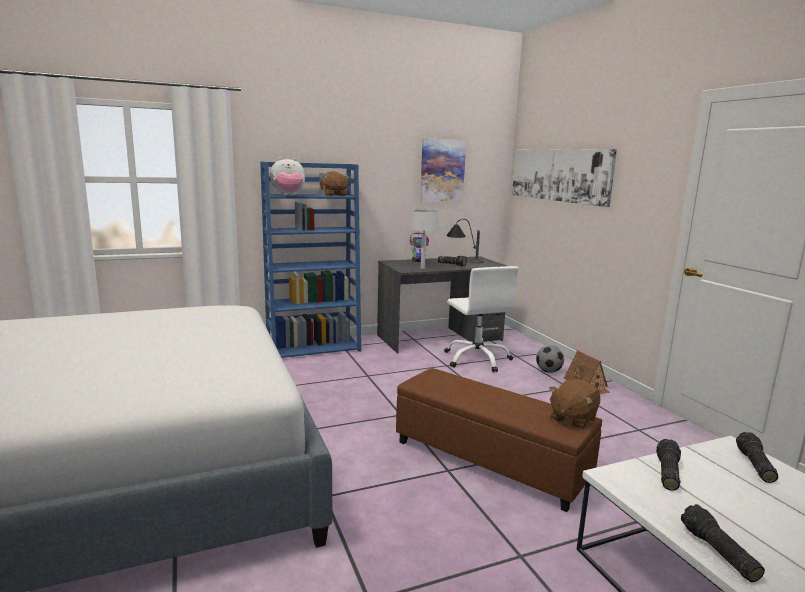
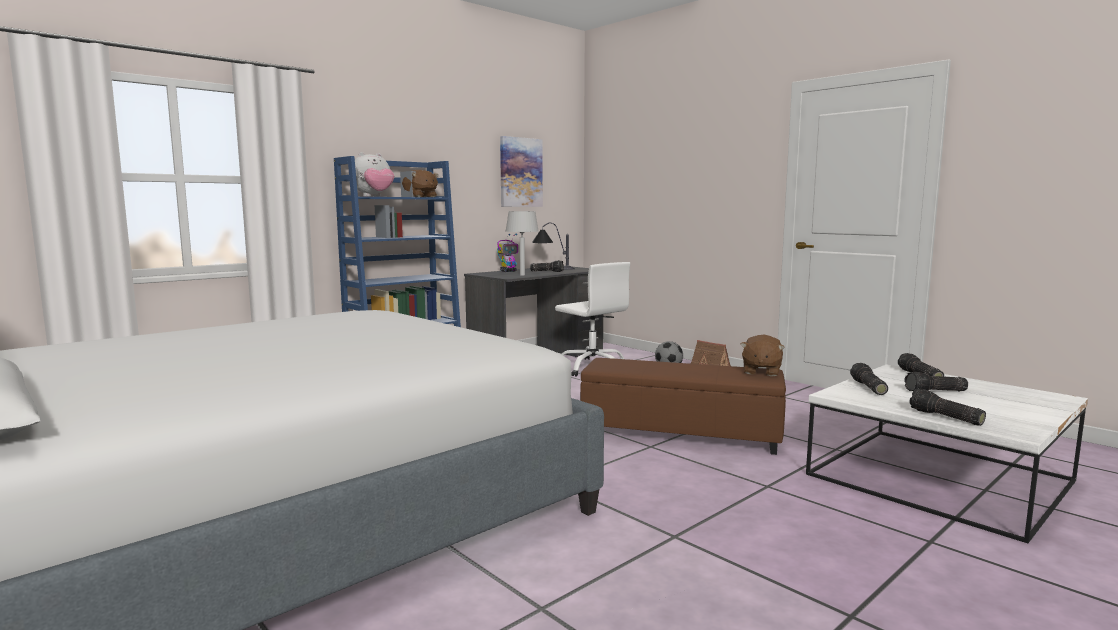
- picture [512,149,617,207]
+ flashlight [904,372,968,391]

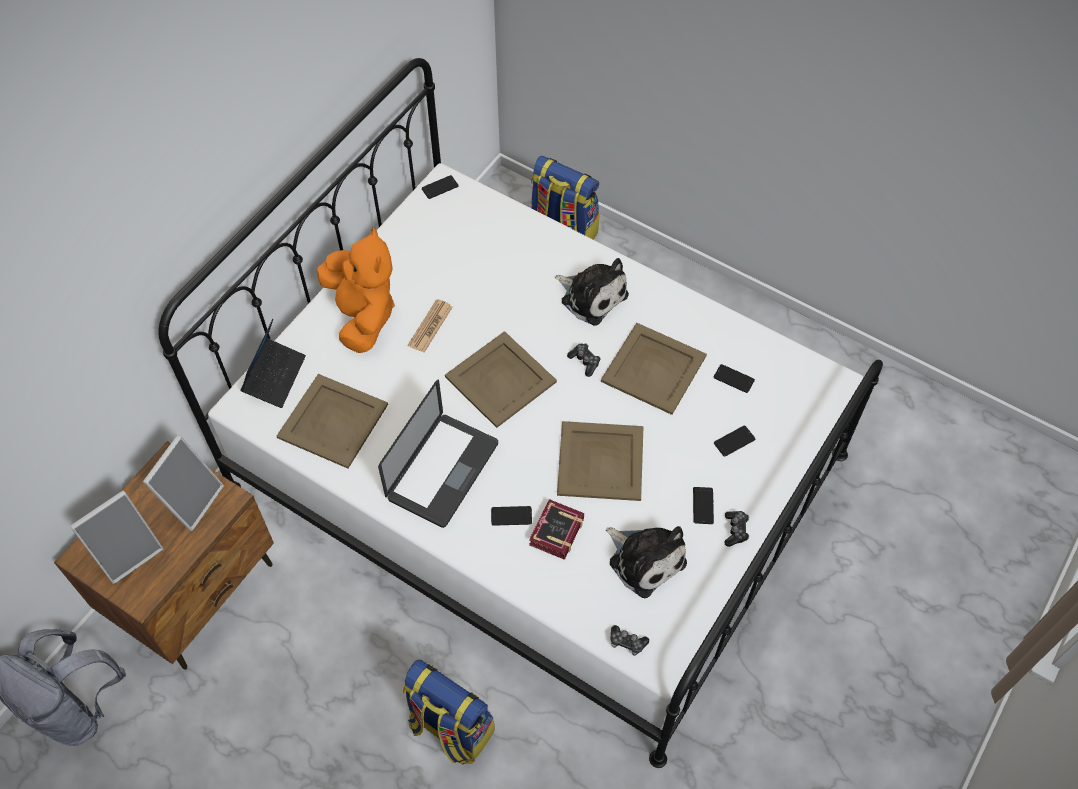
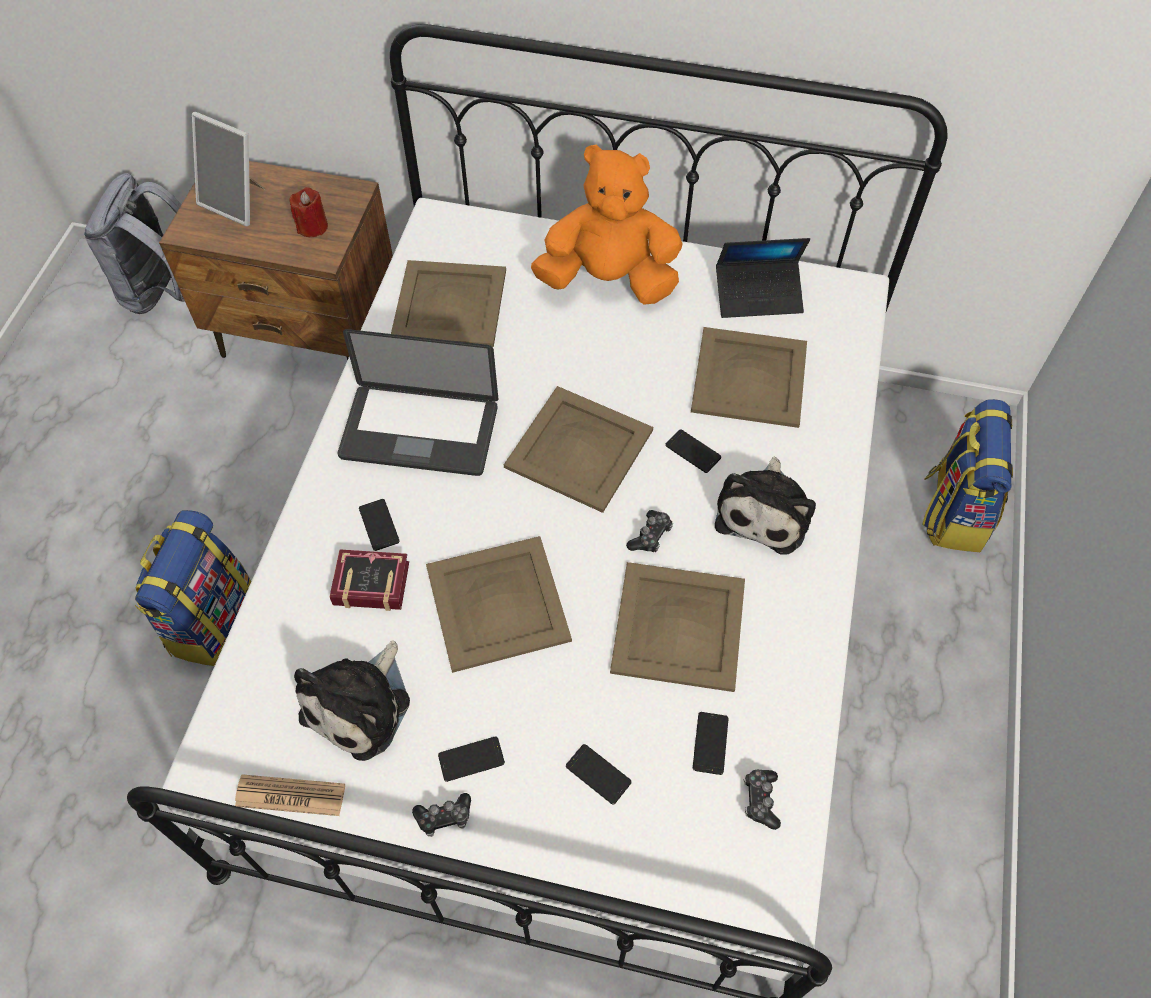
~ phone [422,175,459,199] to [665,429,721,473]
~ orange plush toy [317,226,395,353] = [531,145,683,305] 135 degrees counterclockwise
~ newspaper [408,299,453,353] to [235,774,345,816]
~ laptop [240,319,306,408] to [716,238,810,318]
~ picture frame [143,435,224,531] to red candle [290,187,328,237]
~ game controller [610,625,649,656] to [743,770,781,830]
+ beige tray [691,327,807,428]

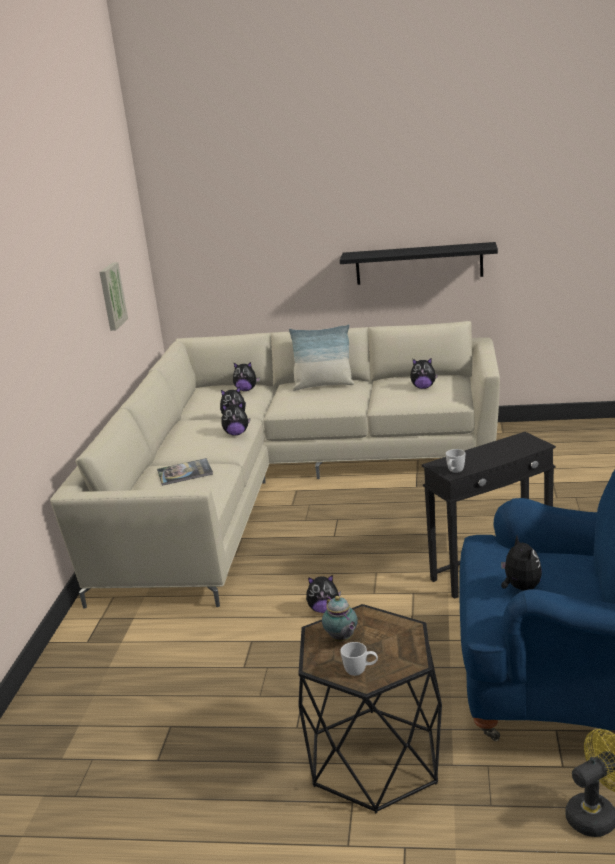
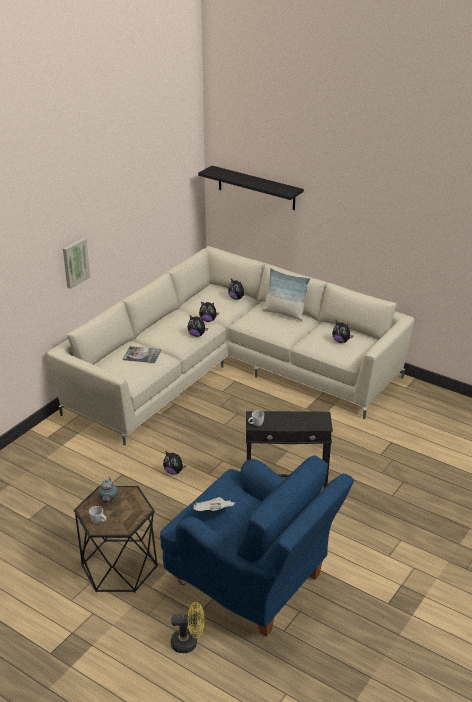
~ black shelf [340,242,498,285] to [198,166,304,210]
~ picture [99,262,128,331] to [63,238,90,289]
~ plush toy [501,536,542,591] to newspaper [193,497,235,511]

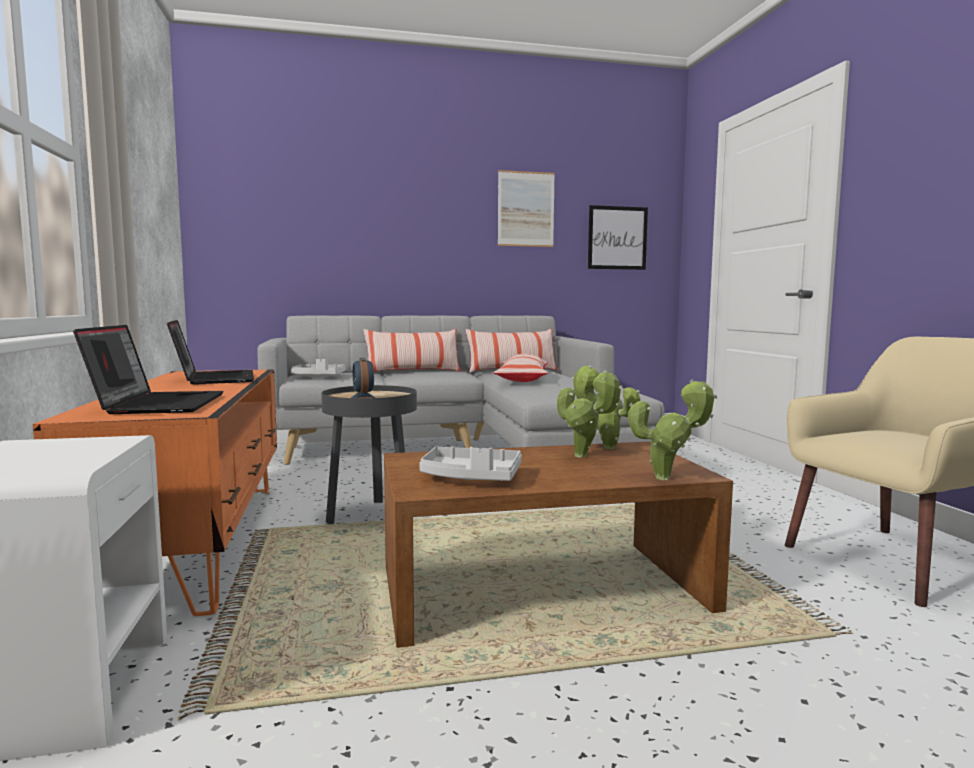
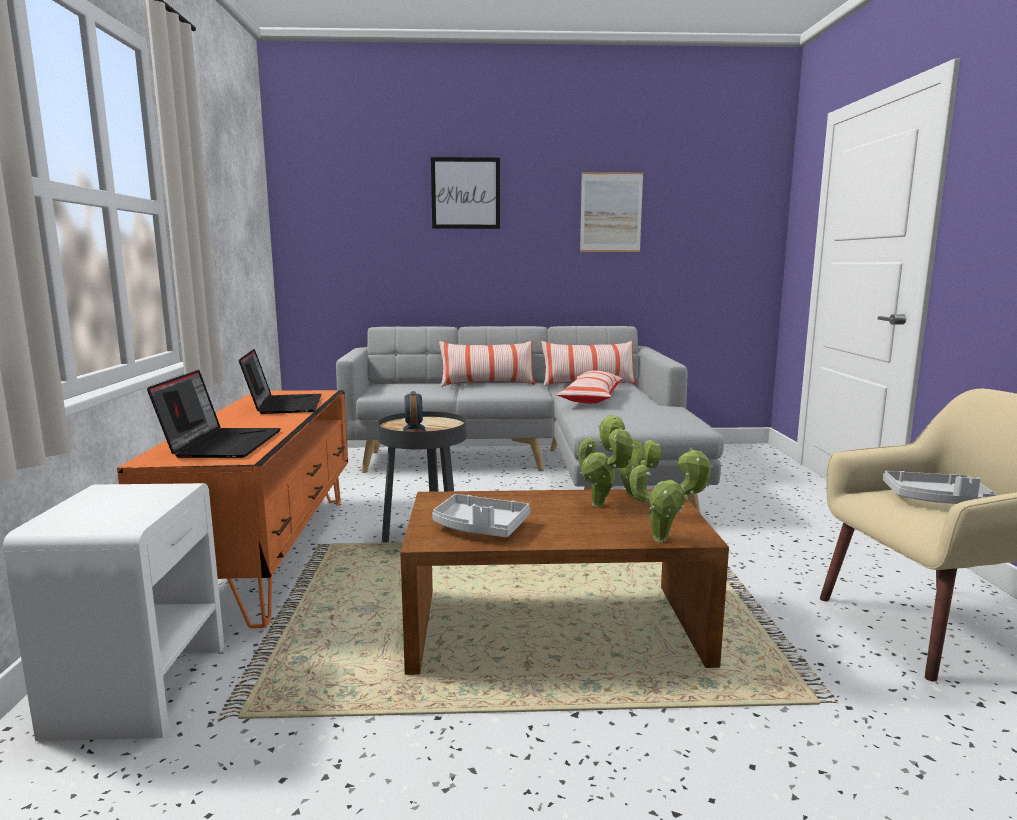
~ picture [588,205,648,270] to [431,157,500,229]
~ grey tray [291,359,346,377] to [883,471,997,504]

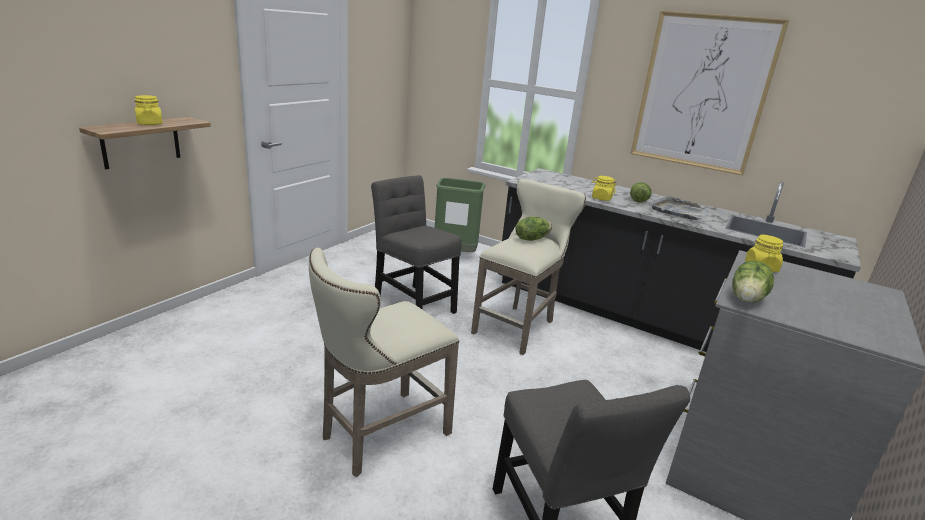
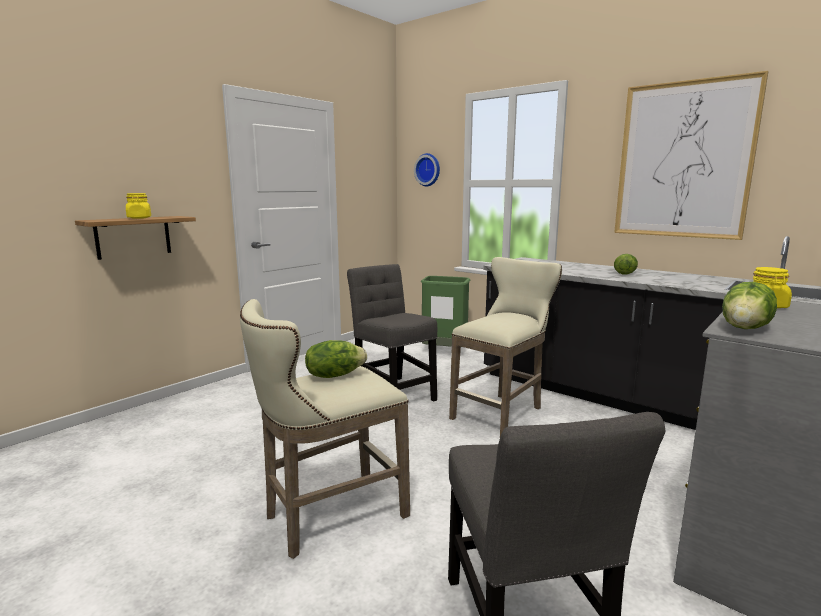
- yellow jar [592,176,616,201]
- grey tray [650,196,710,220]
~ lettuce [516,217,552,241] to [305,340,367,378]
+ wall clock [414,153,440,186]

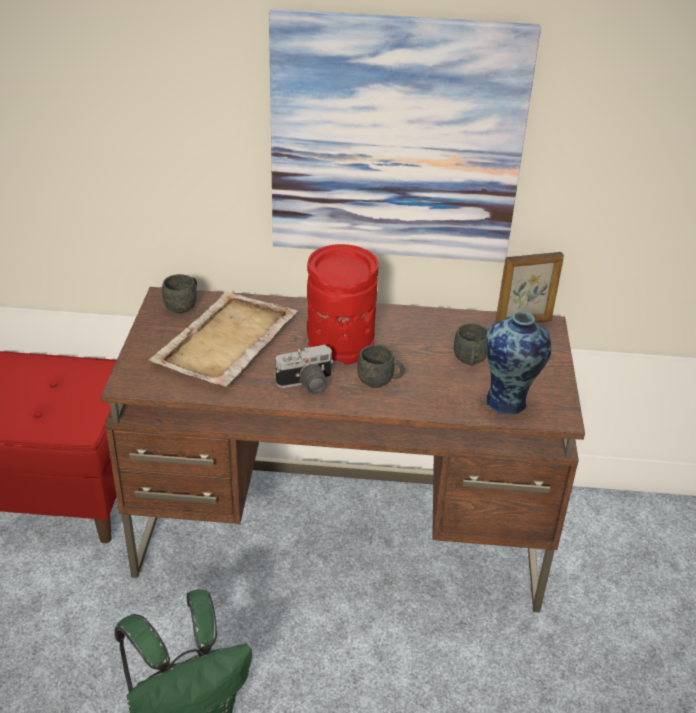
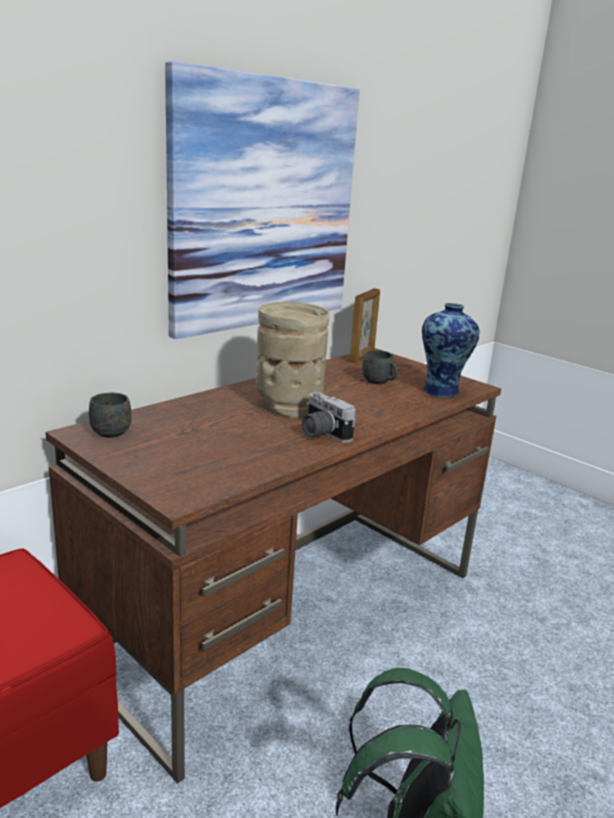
~ red vase [307,244,379,365] to beige vase [256,302,329,418]
- beige tray [148,291,298,387]
~ photo camera [276,345,334,394] = [302,392,356,443] 120 degrees clockwise
- grey mug [357,345,405,388]

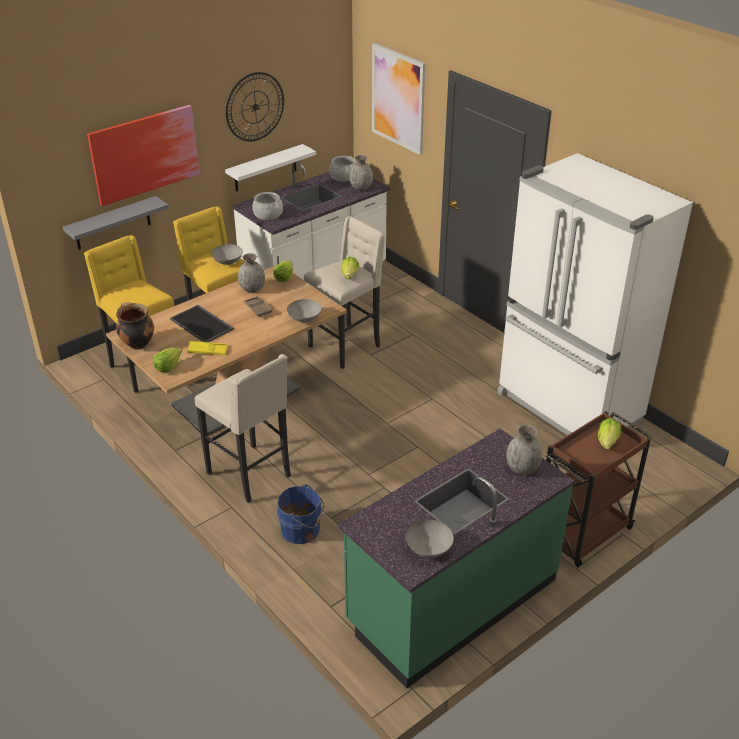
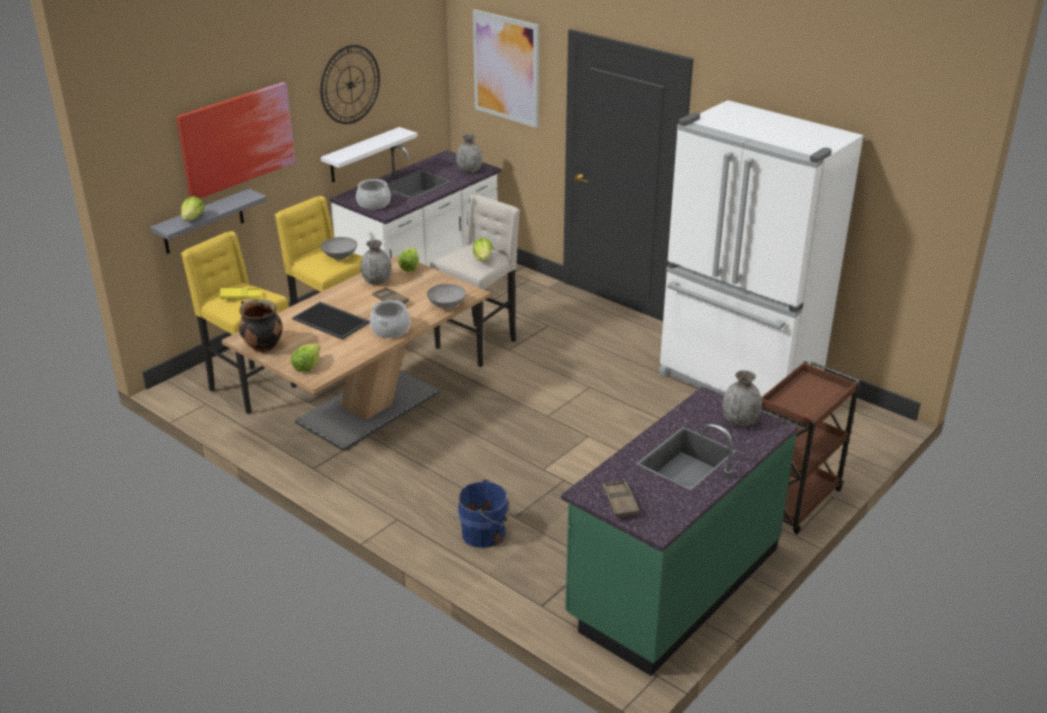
~ cooking pot [329,156,355,182] to [370,300,410,338]
~ yellow tray [188,341,228,355] to [220,288,262,300]
- beige stool [195,354,291,503]
~ lettuce [598,418,621,449] to [181,196,205,221]
- grey bowl [406,520,454,558]
+ brown tray [603,481,639,517]

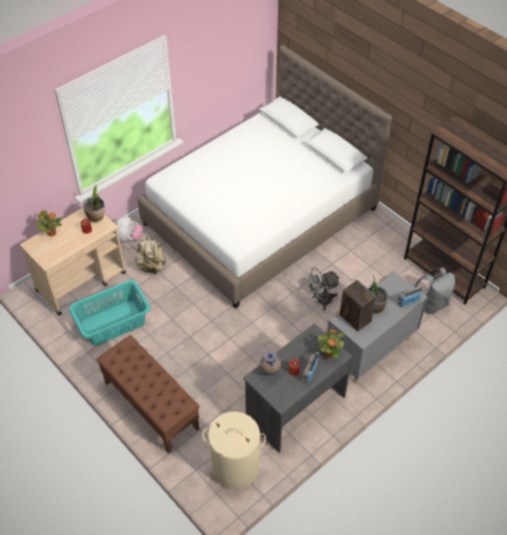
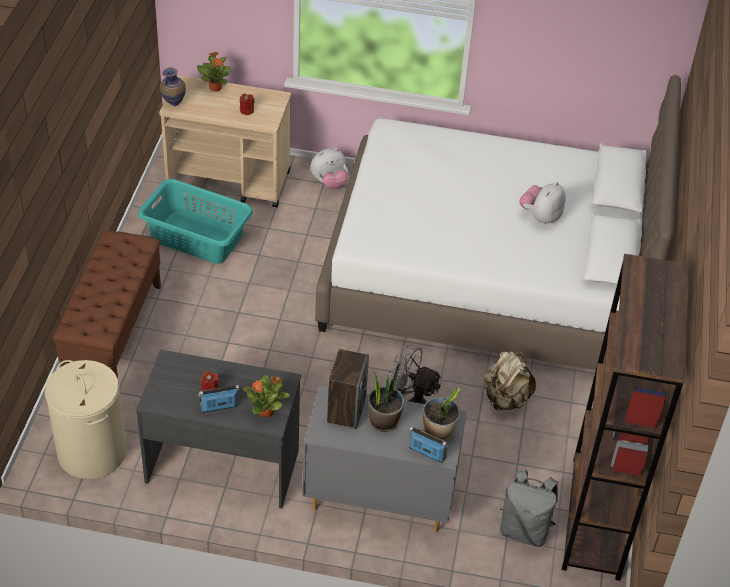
~ potted plant [83,184,105,222] to [423,387,461,440]
~ beige backpack [135,236,166,274] to [484,351,536,411]
~ vase [260,350,281,375] to [160,67,186,106]
+ plush toy [520,182,566,225]

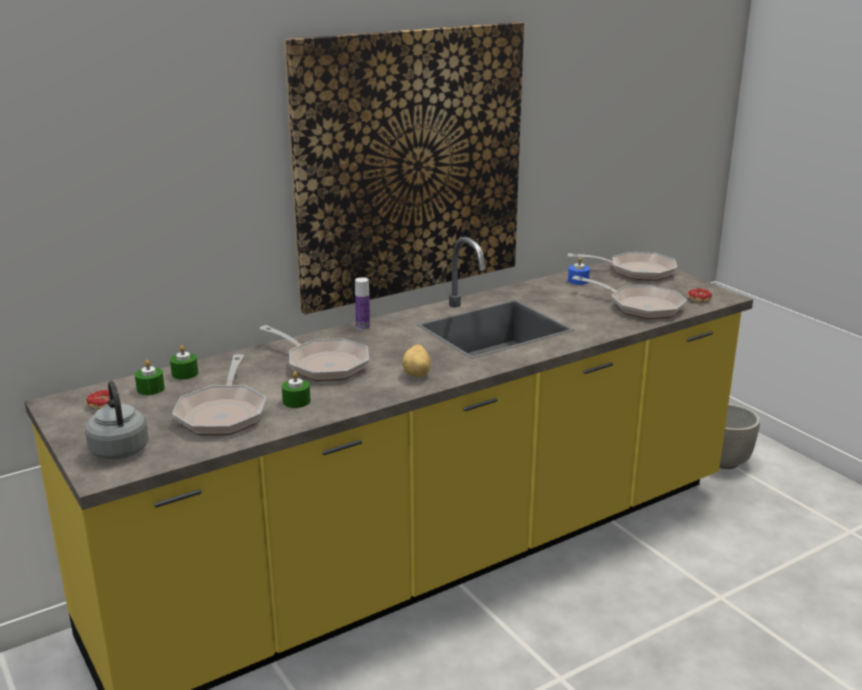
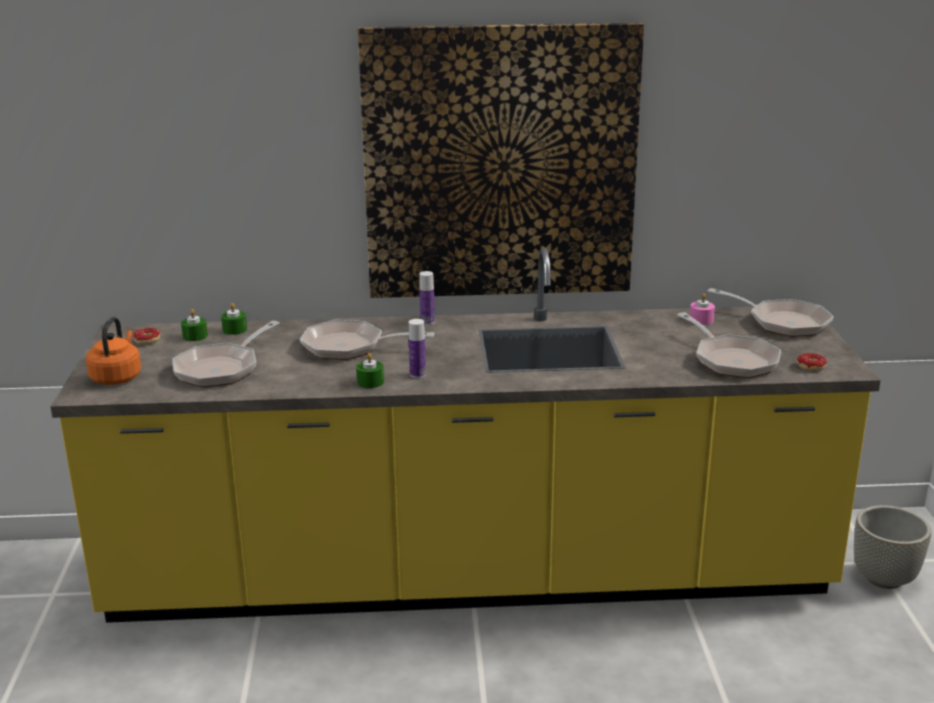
~ blue candle [568,257,590,285] to pink candle [690,293,715,325]
~ frying pan [259,325,369,381] = [300,320,434,360] 120 degrees clockwise
~ potato [402,344,431,378] to bottle [409,319,426,378]
~ green candle [282,372,311,408] to [356,353,384,388]
~ grey kettle [85,381,148,459] to orange kettle [86,317,141,385]

